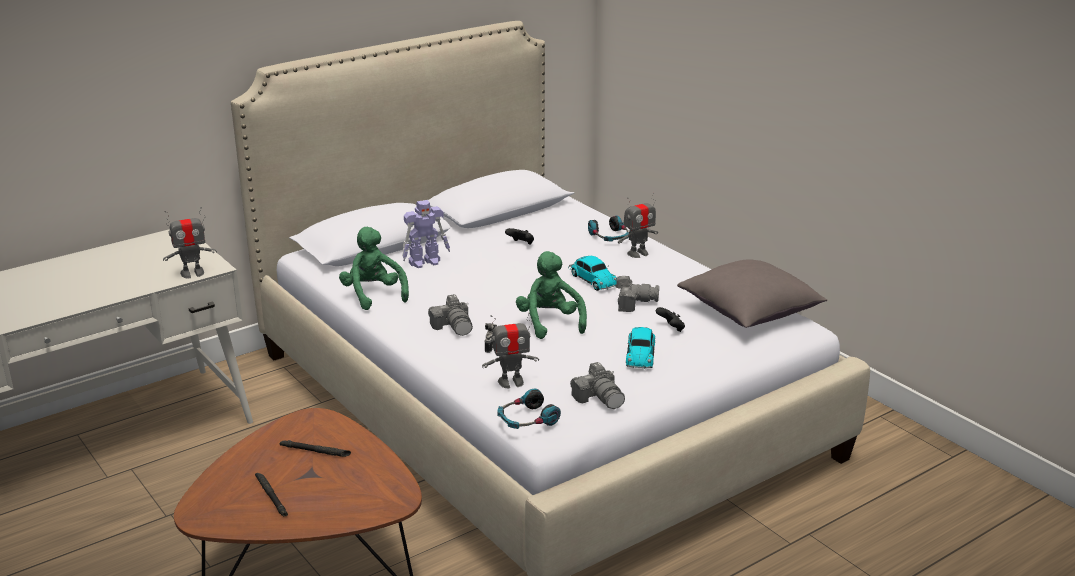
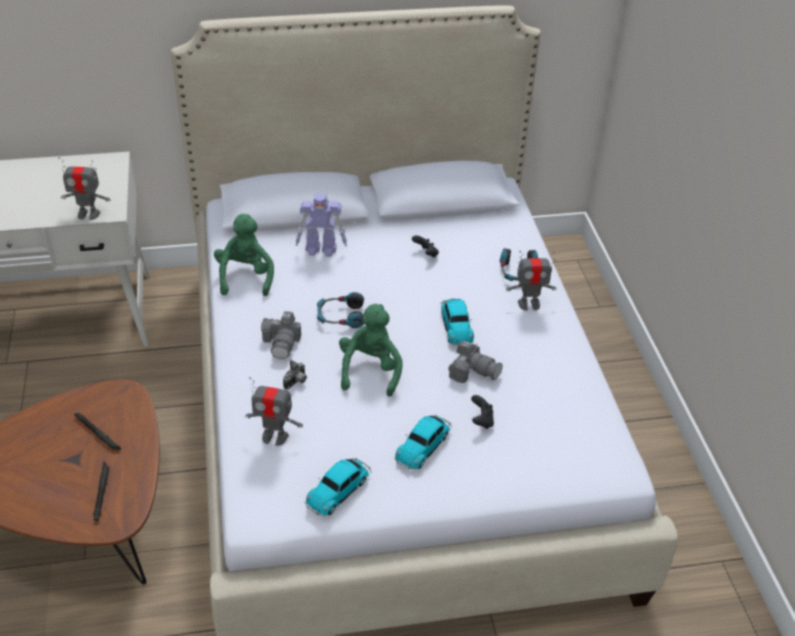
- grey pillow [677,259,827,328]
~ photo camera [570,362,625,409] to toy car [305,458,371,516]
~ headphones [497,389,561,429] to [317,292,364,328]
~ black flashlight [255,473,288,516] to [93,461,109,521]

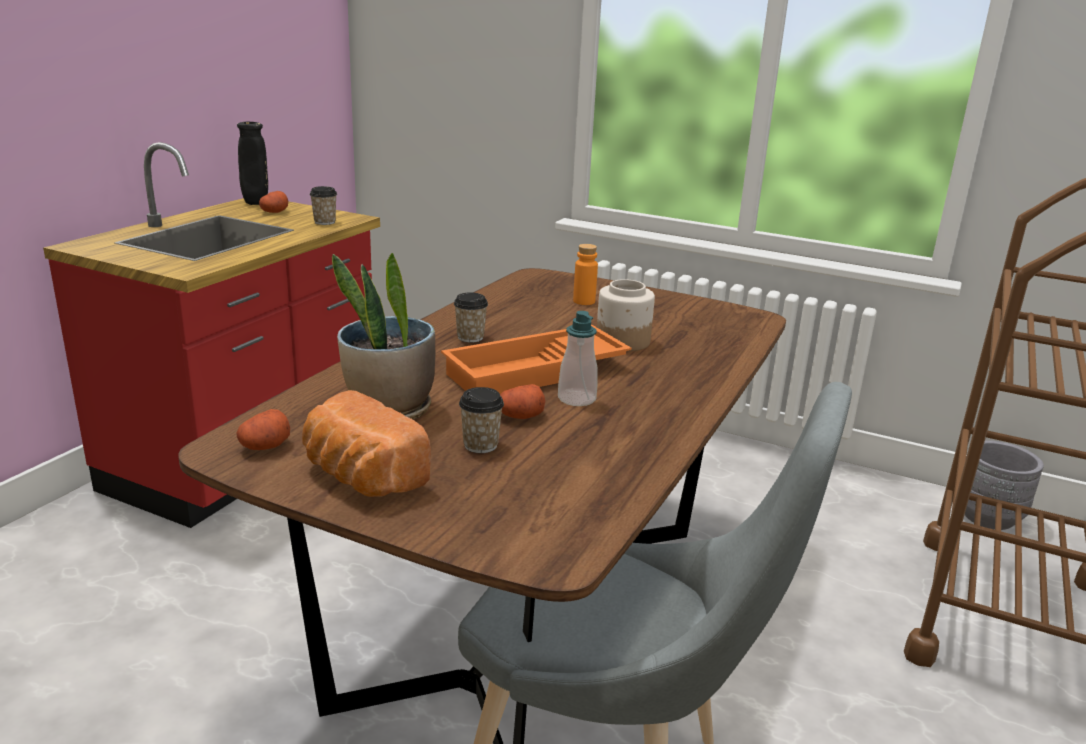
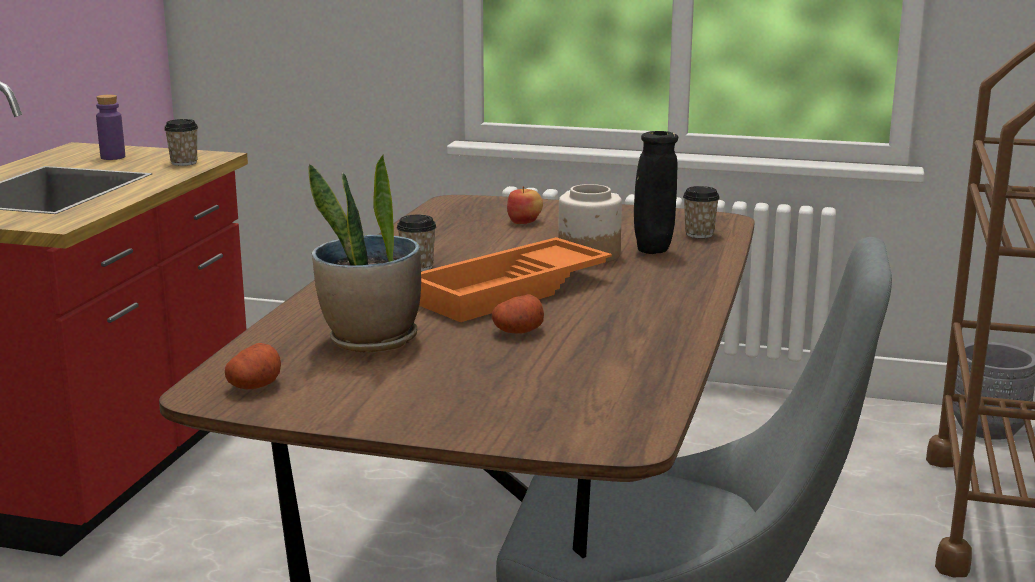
~ black vase [237,122,268,205] to [634,131,678,254]
~ potato [259,191,288,213] to purple bottle [96,95,125,160]
~ orange bottle [573,244,598,305] to apple [507,186,543,224]
- soap dispenser [558,311,598,406]
~ cup [459,387,504,453] to [683,186,720,238]
- bread [302,390,431,497]

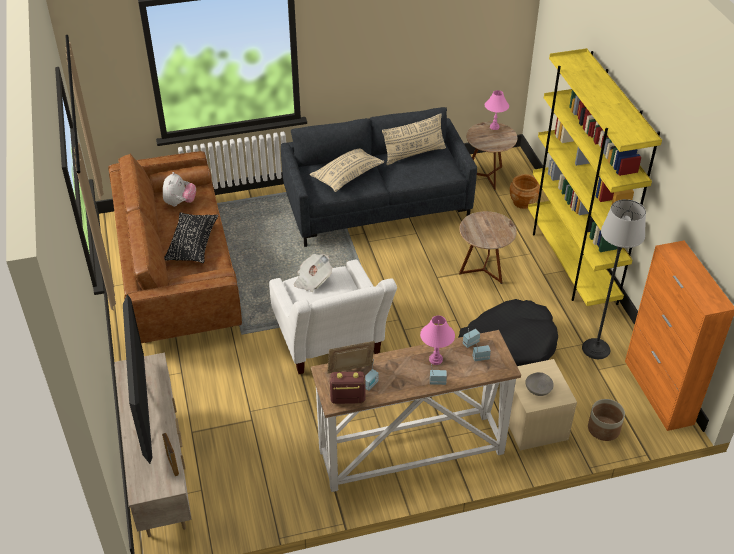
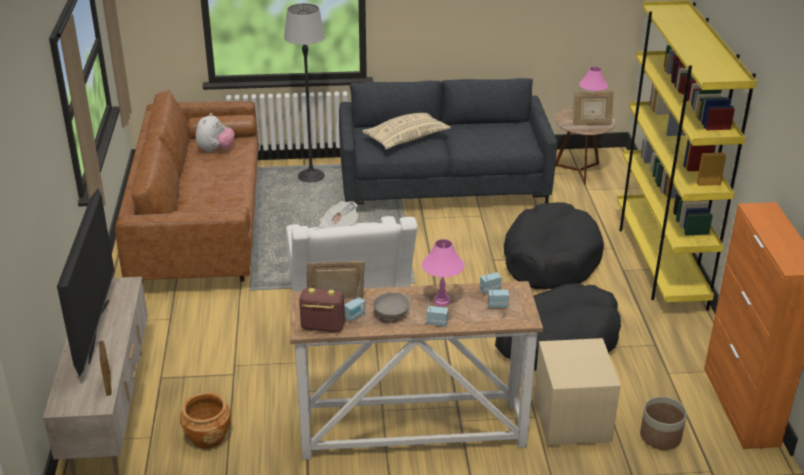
- beige pillow [382,113,446,165]
~ brown planter [510,174,540,209] to [180,392,231,449]
~ floor lamp [582,199,646,359] to [284,3,325,182]
~ brown side table [459,211,517,284] to black dog bed [504,202,604,289]
- black pillow [164,212,218,263]
~ grey bowl [525,372,554,396] to [373,292,410,319]
+ picture frame [573,91,614,125]

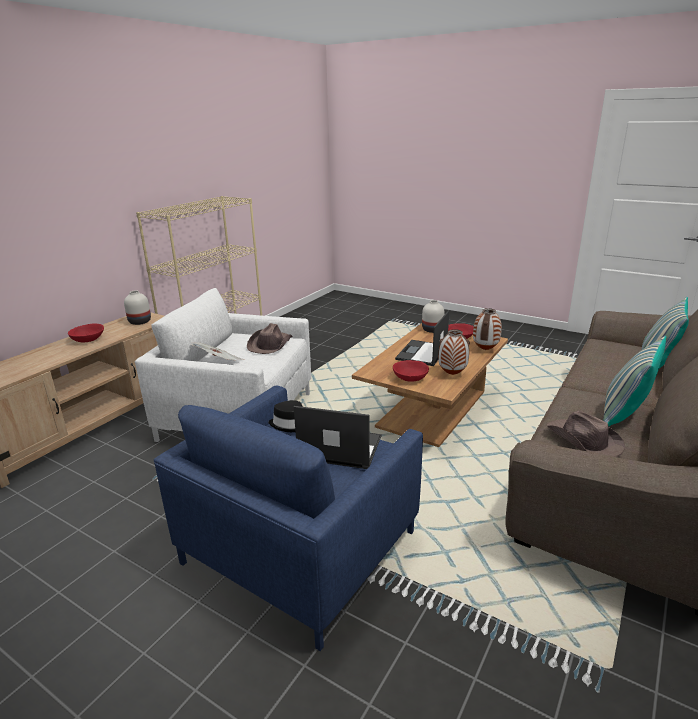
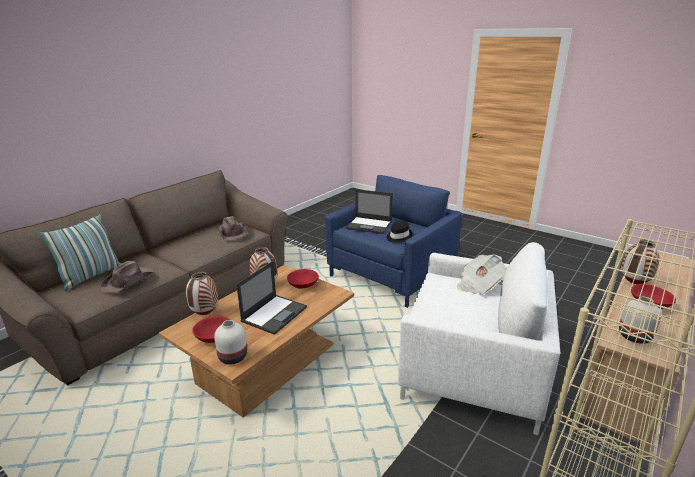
~ brown hat [247,323,293,354] to [100,261,154,293]
- pillow [603,336,666,426]
+ vase [621,240,659,284]

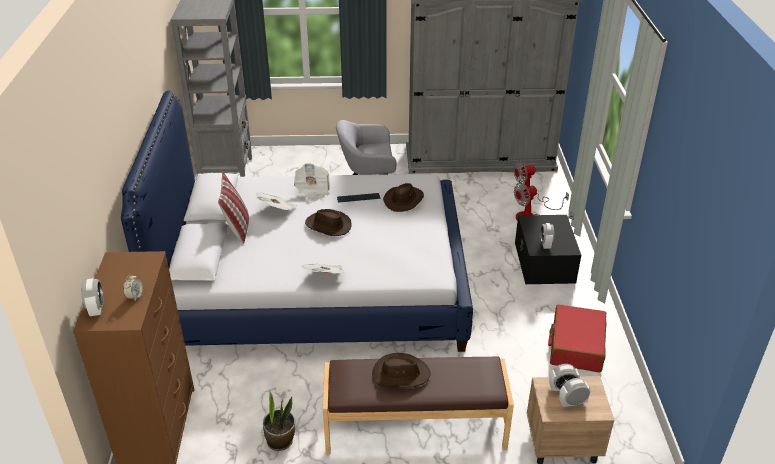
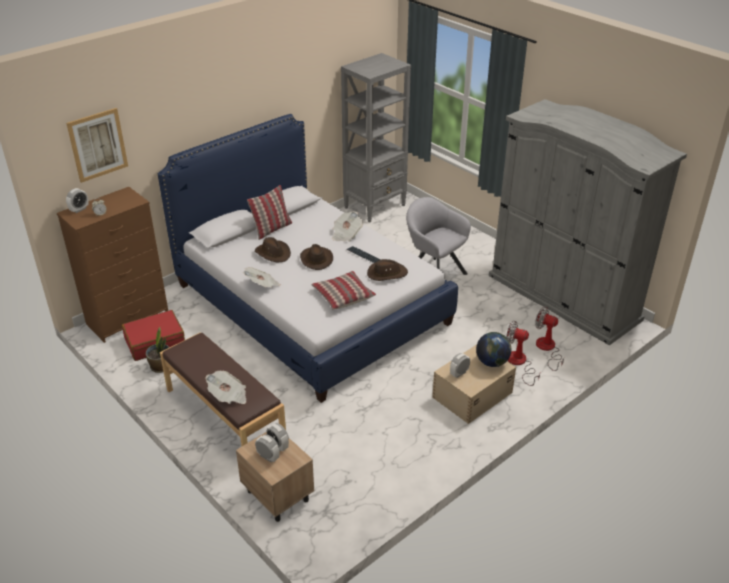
~ newspaper [255,192,297,210] to [206,371,246,404]
~ black storage box [515,215,581,284] to beige storage box [432,345,516,424]
~ red suitcase [548,304,607,372] to [122,310,185,361]
~ brown hat [372,353,431,388] to [255,237,291,262]
+ picture [66,108,128,183]
+ pillow [312,271,376,310]
+ globe [476,332,511,367]

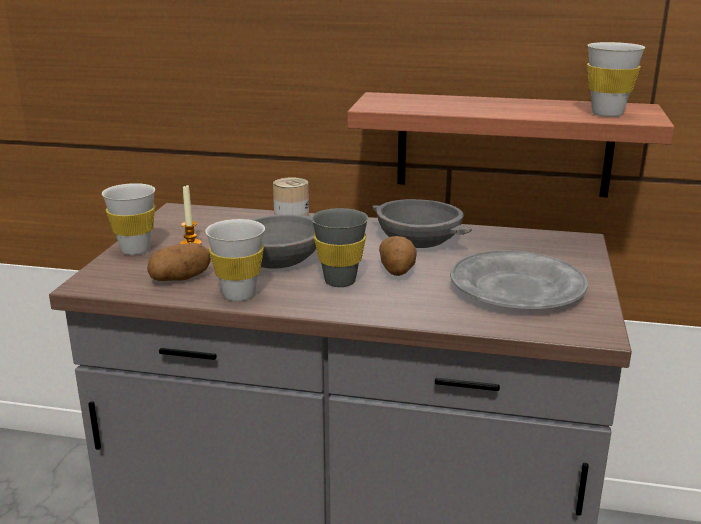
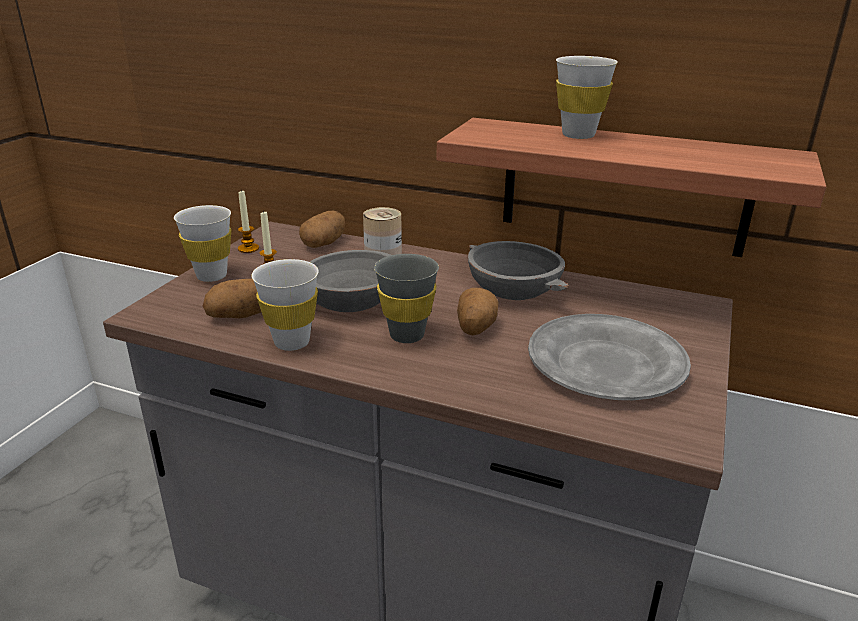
~ white cup [587,42,646,117] to [556,56,618,139]
+ candle [238,190,259,253]
+ potato [299,211,345,248]

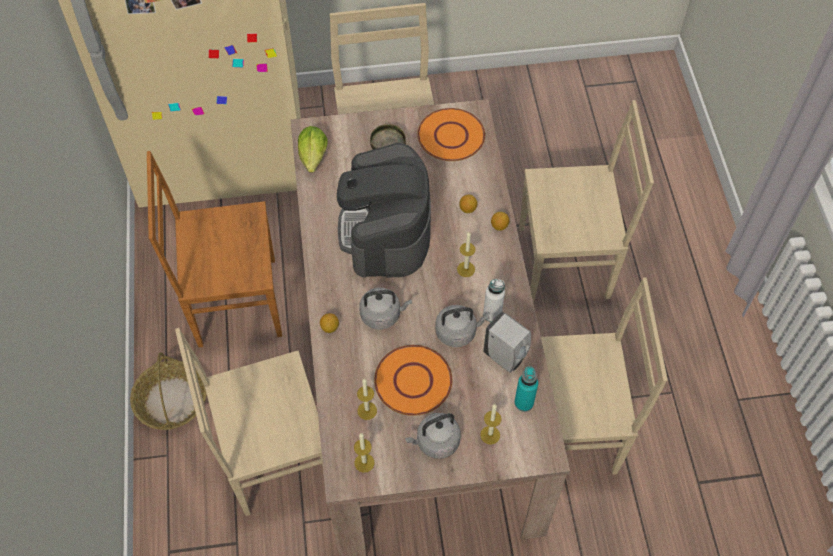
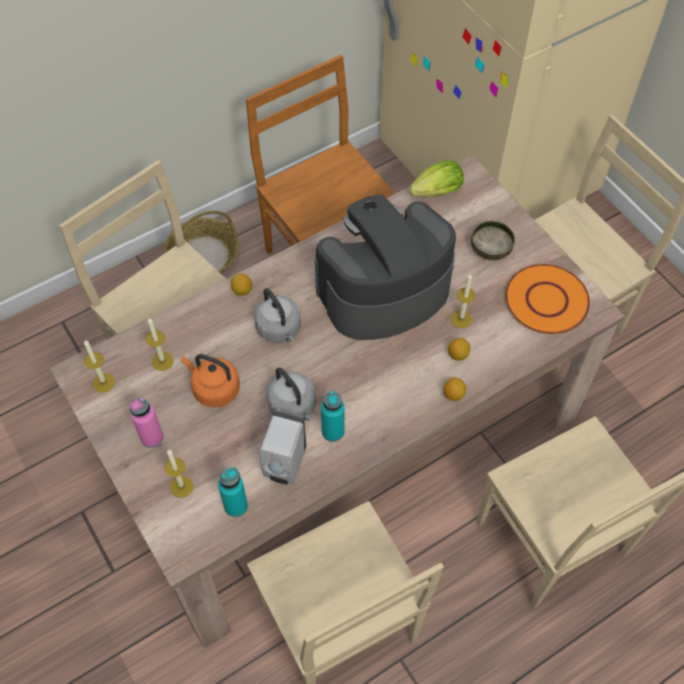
~ candle [457,232,476,277] to [451,274,475,328]
~ white bottle [483,279,505,322] to turquoise bottle [321,391,345,442]
~ orange plate [374,345,452,416] to orange kettle [181,354,240,407]
~ grey kettle [405,413,461,459] to pink bottle [129,397,163,448]

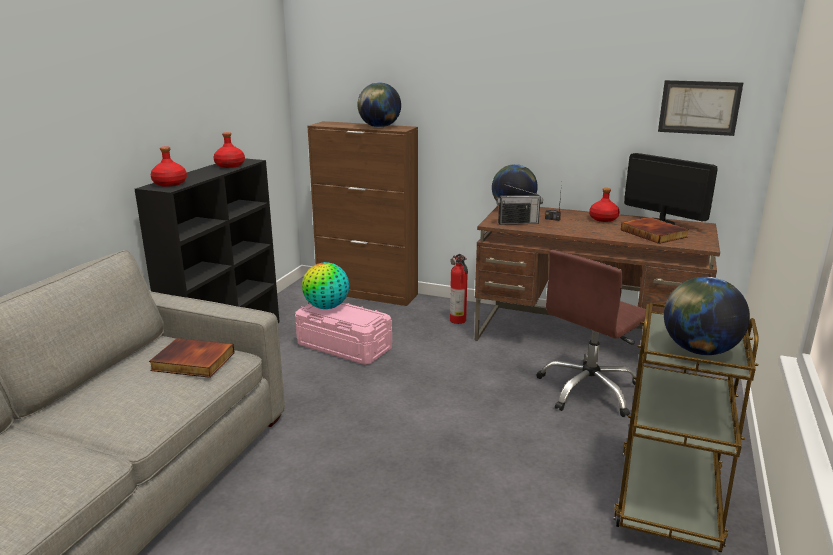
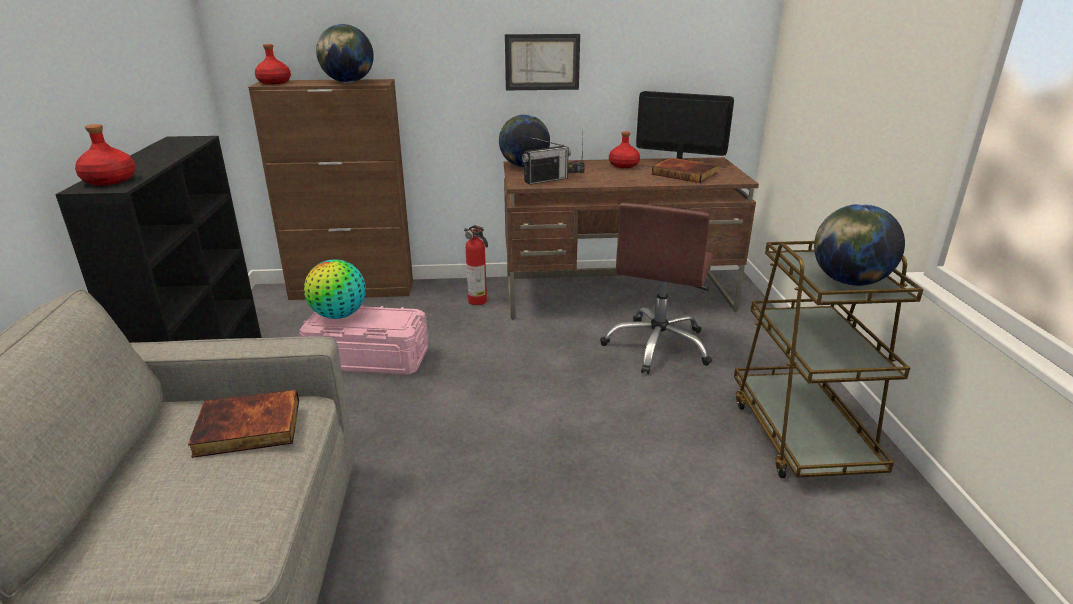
~ picture [658,80,743,136] to [505,34,580,90]
~ red bottle [213,132,245,168] to [255,44,291,84]

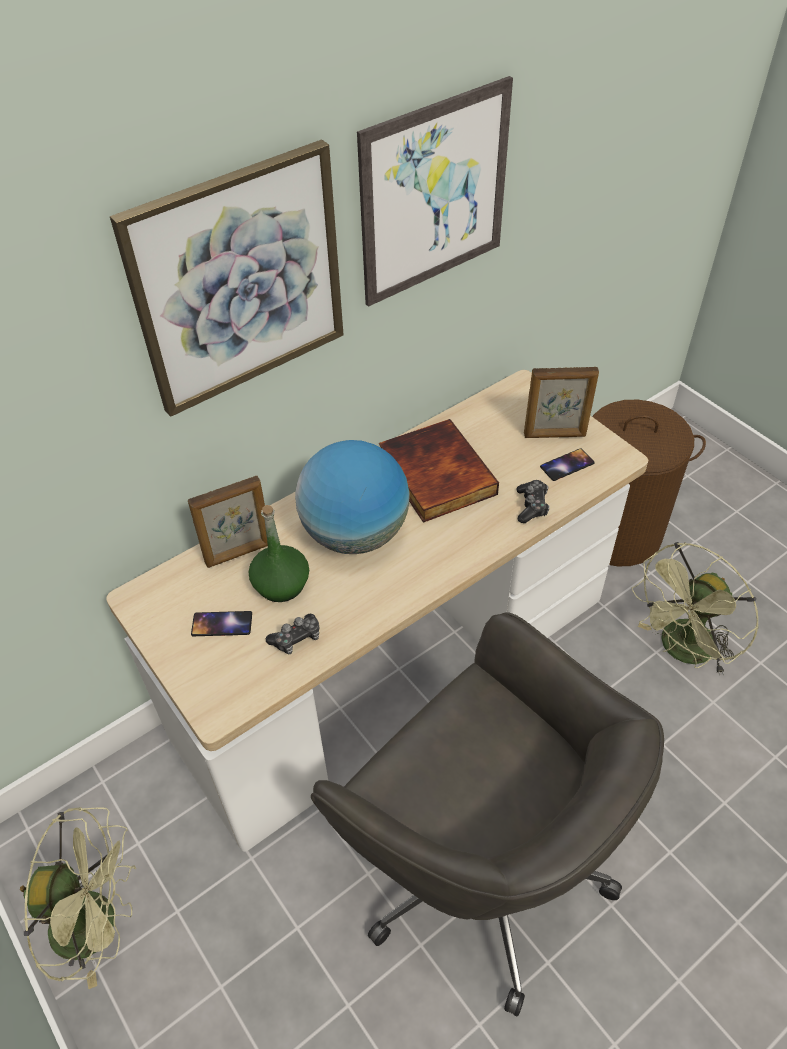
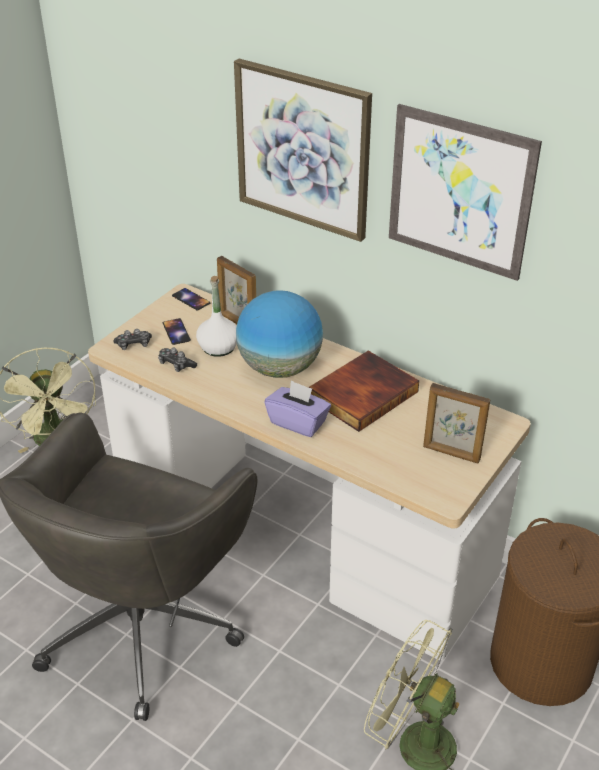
~ picture frame [524,367,599,438] = [423,383,490,463] 45 degrees counterclockwise
~ phone [540,448,595,481] to [172,288,210,311]
~ game controller [516,480,550,523] to [113,329,152,350]
~ green bottle [249,505,309,602] to white bottle [196,276,237,357]
+ purple tissue box [264,380,331,437]

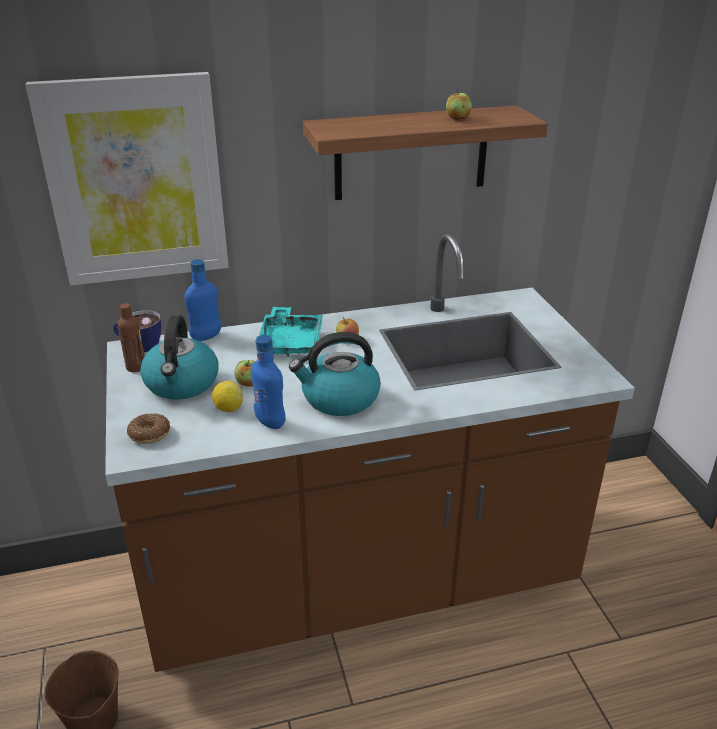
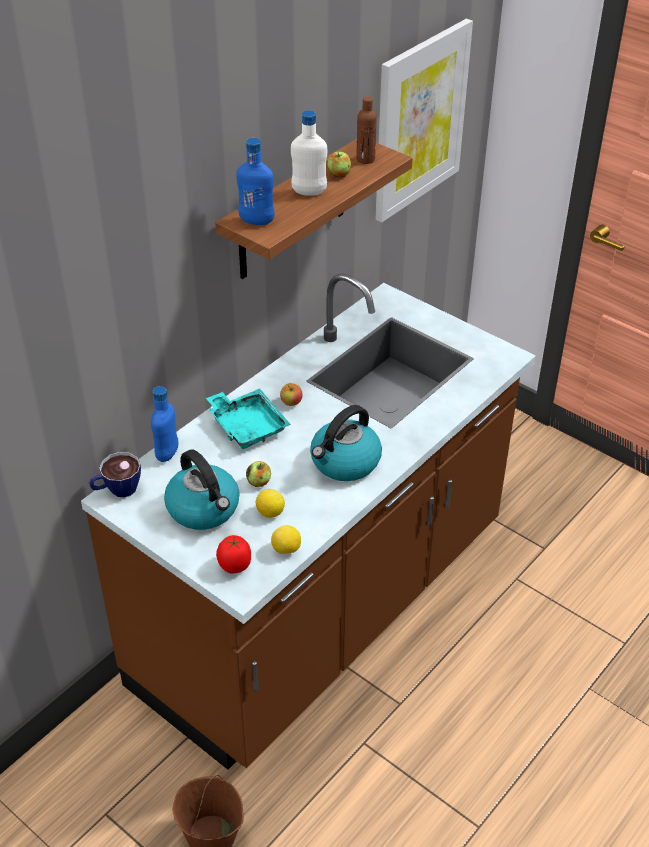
~ picture [26,72,229,285] to [376,19,473,222]
~ brown bottle [118,303,145,372] to [356,97,377,164]
~ blue bottle [251,335,285,429] to [236,138,275,225]
~ donut [127,413,170,444] to tomato [216,535,251,574]
+ white bottle [291,110,327,196]
+ lemon [271,525,301,554]

